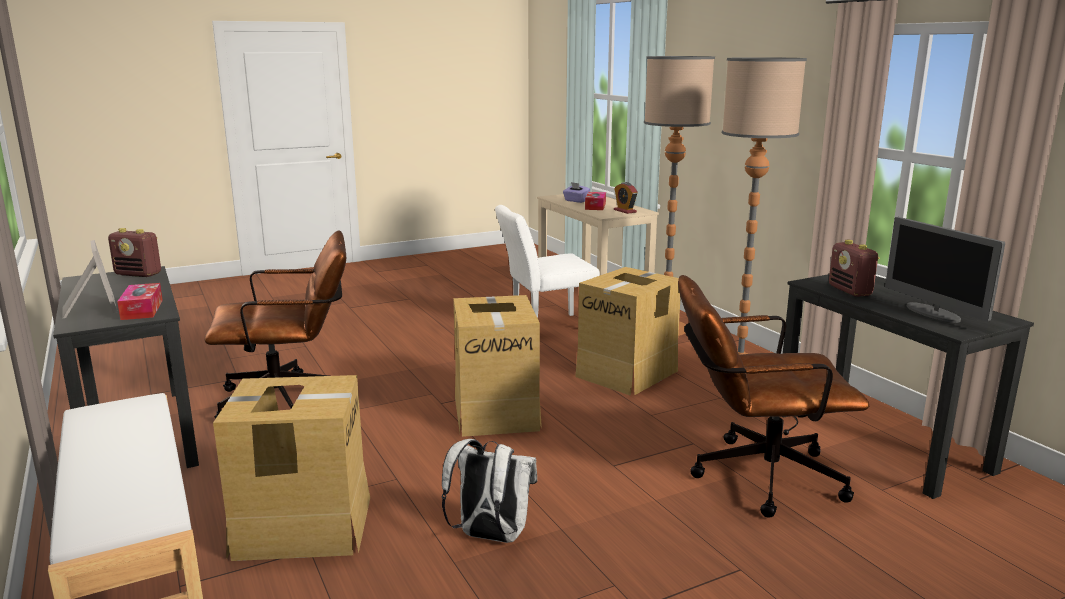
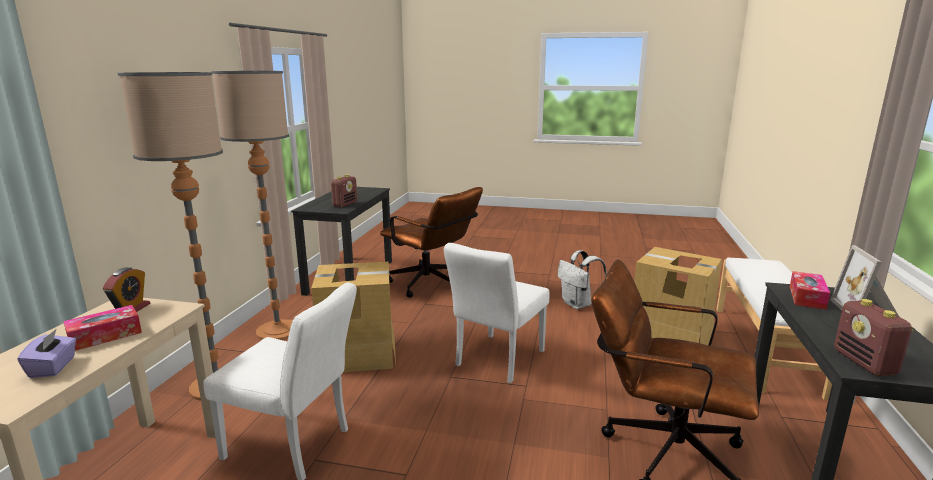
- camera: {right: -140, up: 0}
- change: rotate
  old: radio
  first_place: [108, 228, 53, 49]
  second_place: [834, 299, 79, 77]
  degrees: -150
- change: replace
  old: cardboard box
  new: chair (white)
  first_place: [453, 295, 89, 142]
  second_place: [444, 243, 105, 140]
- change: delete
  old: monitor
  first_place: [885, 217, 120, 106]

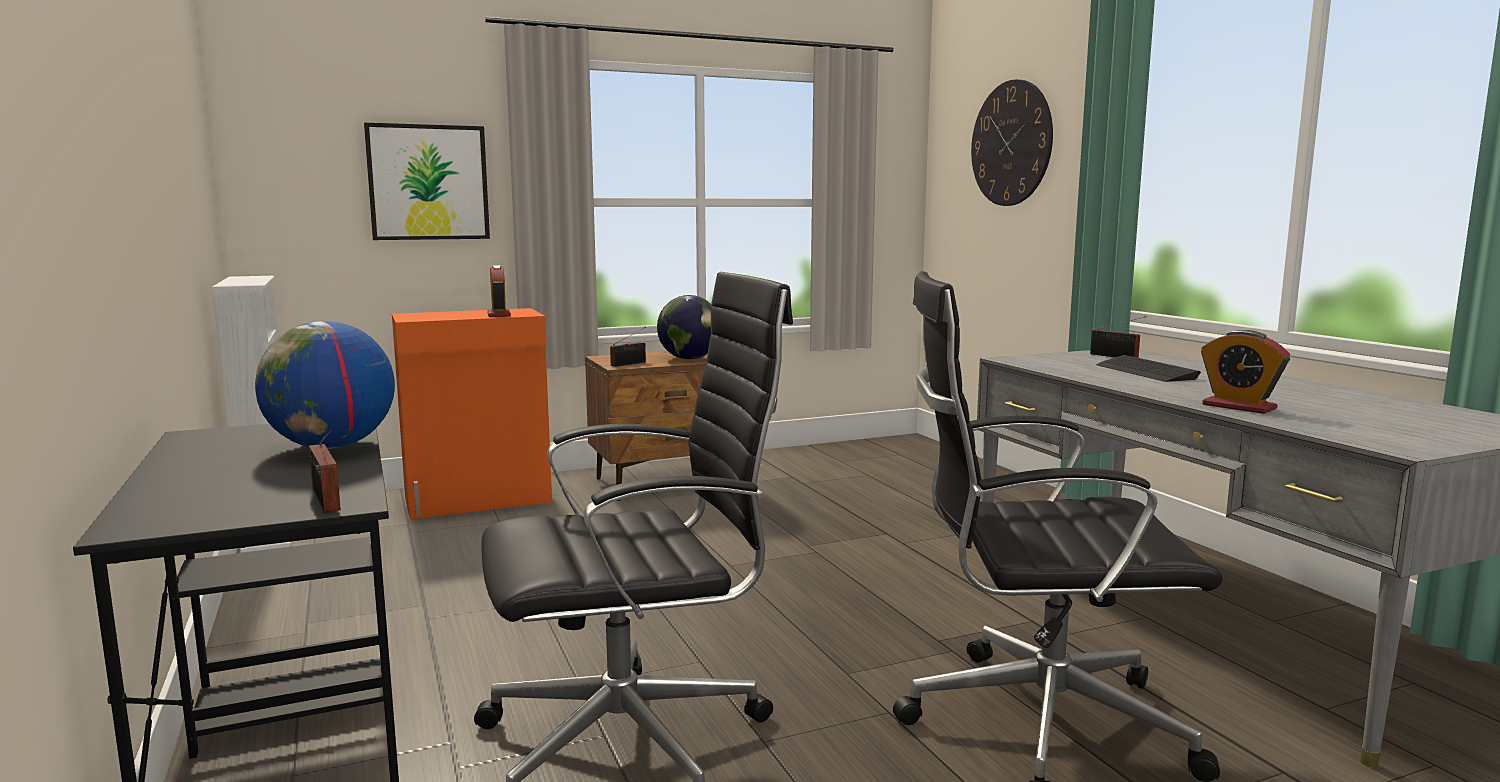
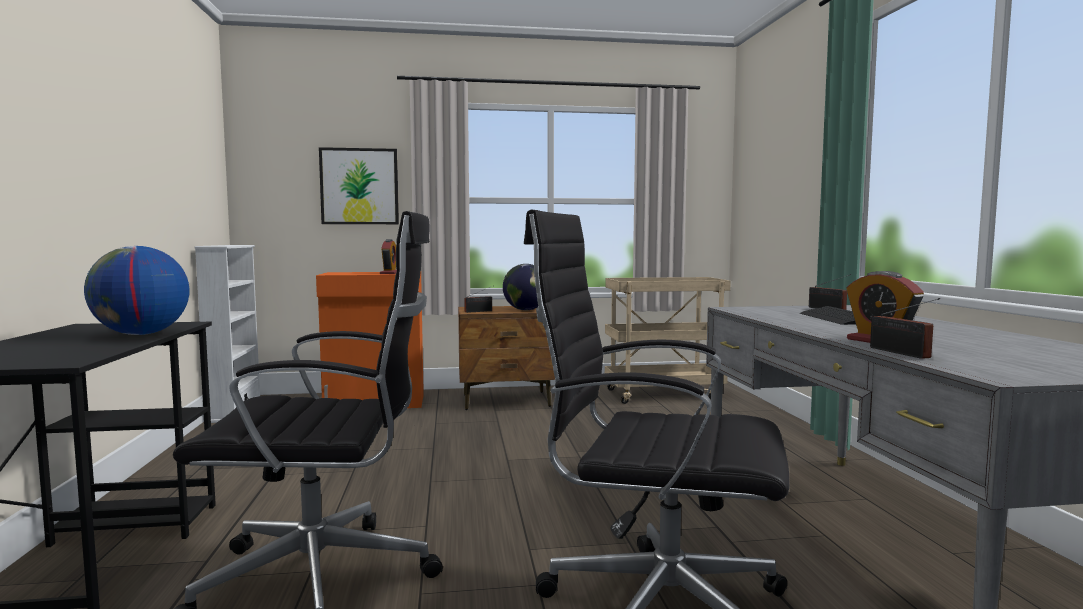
- camera: {right: 15, up: -5}
- change: move
  old: radio
  first_place: [309, 430, 32, 83]
  second_place: [870, 298, 70, 61]
- change: delete
  old: wall clock
  first_place: [971, 79, 82, 127]
- change: insert
  new: cart (beige)
  second_place: [605, 277, 126, 127]

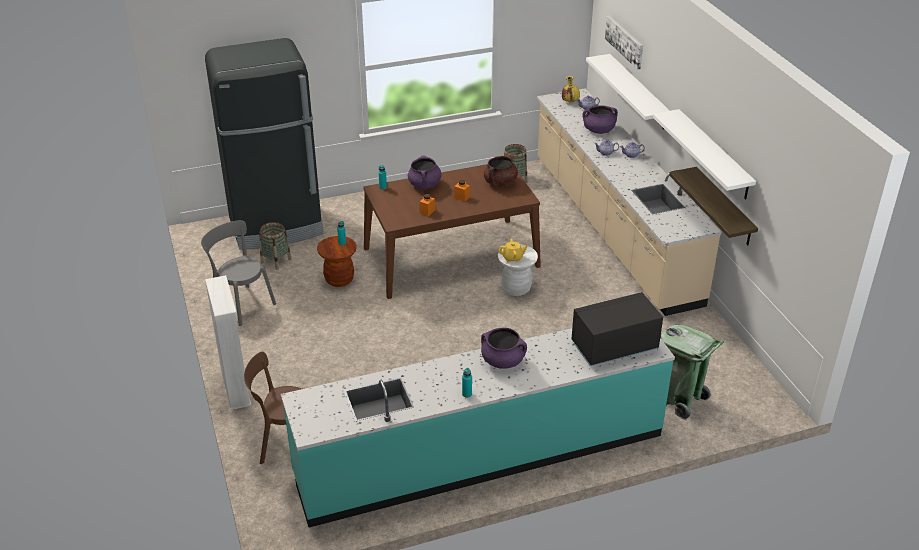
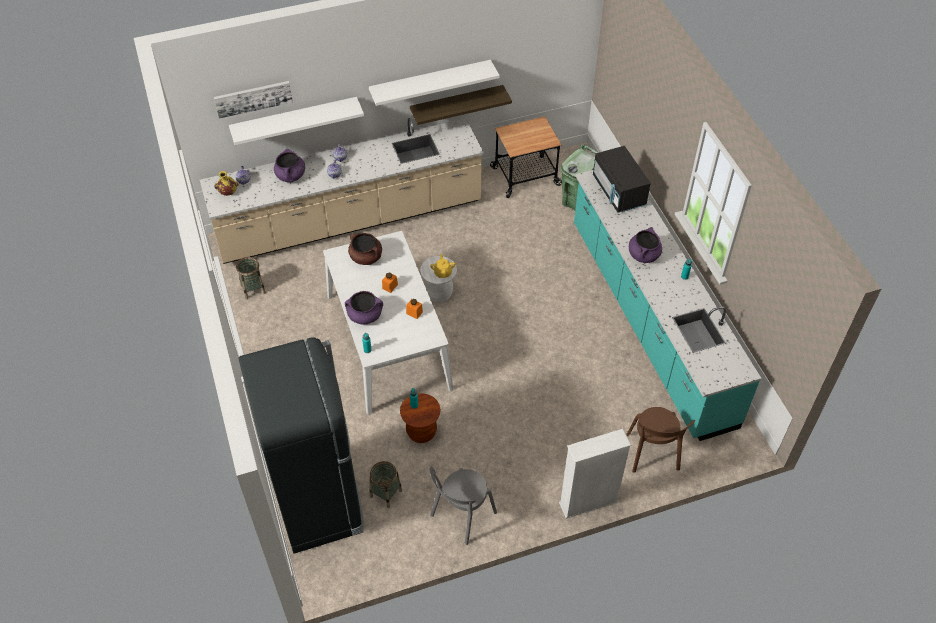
- camera: {right: -90, up: 15}
- change: recolor
  old: dining table (brown)
  new: dining table (white)
  first_place: [363, 164, 178, 135]
  second_place: [323, 231, 130, 184]
- change: insert
  new: cart
  second_place: [490, 116, 72, 82]

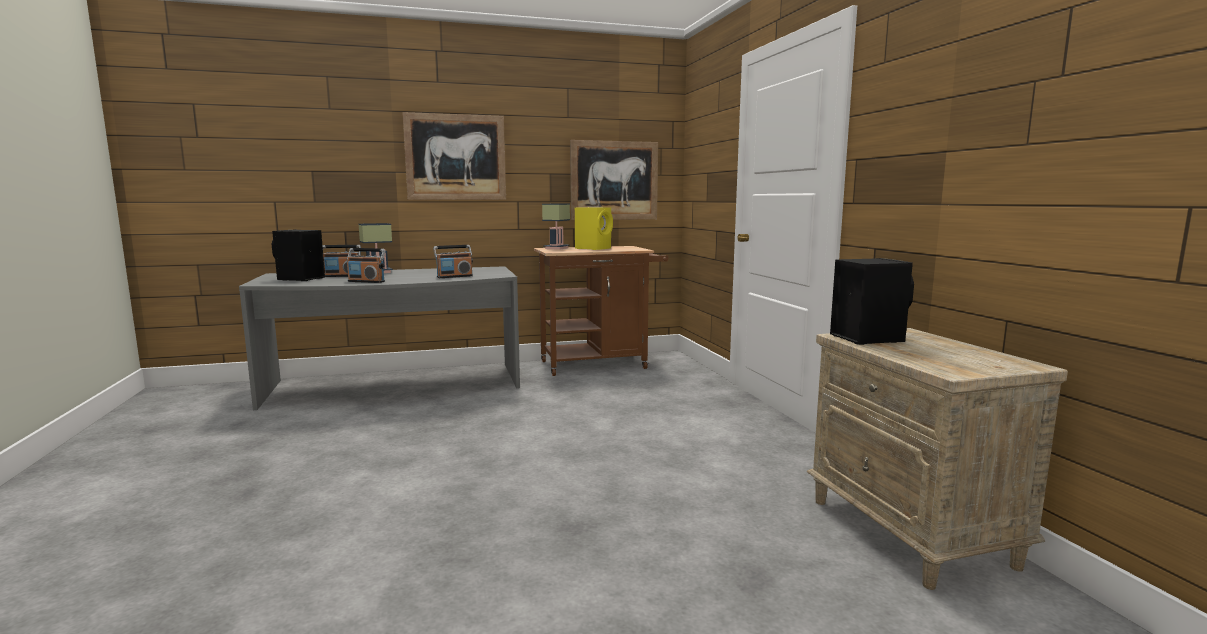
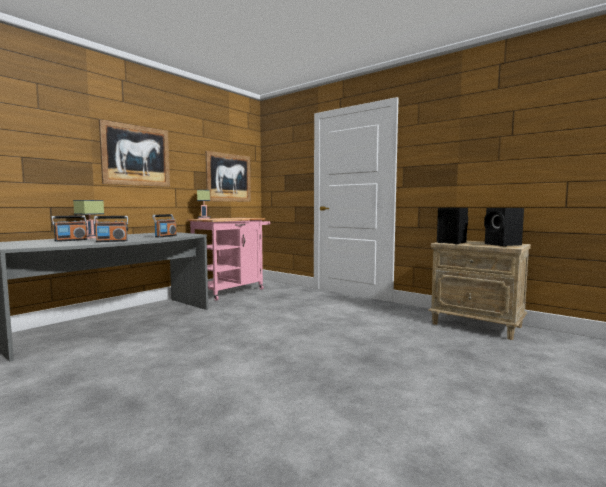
- camera: {right: -35, up: -5}
- change: move
  old: speaker (black)
  first_place: [272, 230, 53, 51]
  second_place: [484, 208, 40, 38]
- change: recolor
  old: cart (brown)
  new: cart (pink)
  first_place: [534, 246, 134, 130]
  second_place: [187, 217, 84, 83]
- change: delete
  old: speaker (yellow)
  first_place: [575, 207, 38, 43]

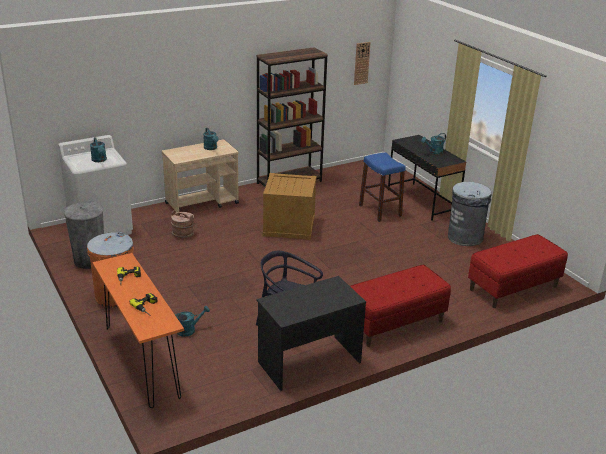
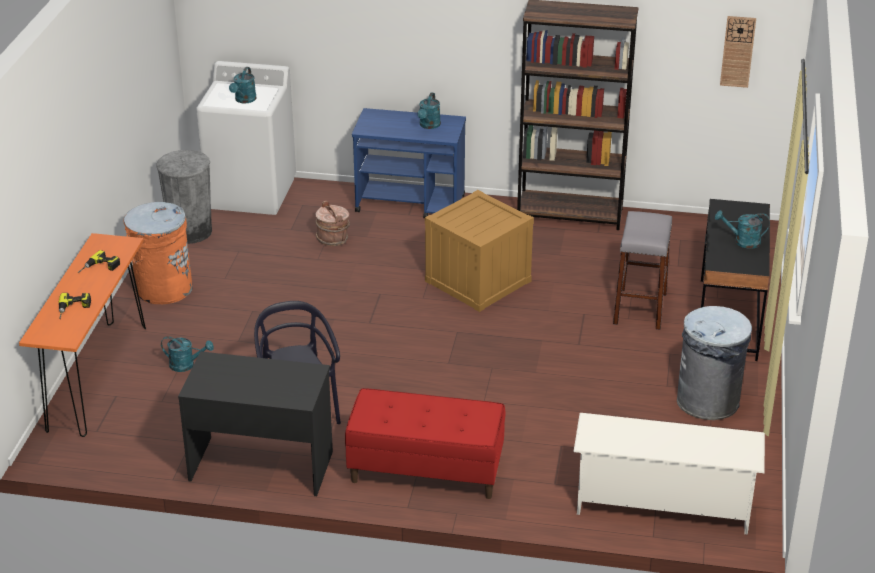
- camera: {right: 40, up: 5}
- change: recolor
  old: cart (beige)
  new: cart (blue)
  first_place: [162, 139, 77, 73]
  second_place: [352, 108, 114, 111]
- change: recolor
  old: stool (blue)
  new: stool (grey)
  first_place: [359, 152, 47, 70]
  second_place: [613, 211, 59, 119]
- change: replace
  old: bench (red)
  new: shoe rack (white)
  first_place: [468, 234, 100, 74]
  second_place: [573, 413, 192, 122]

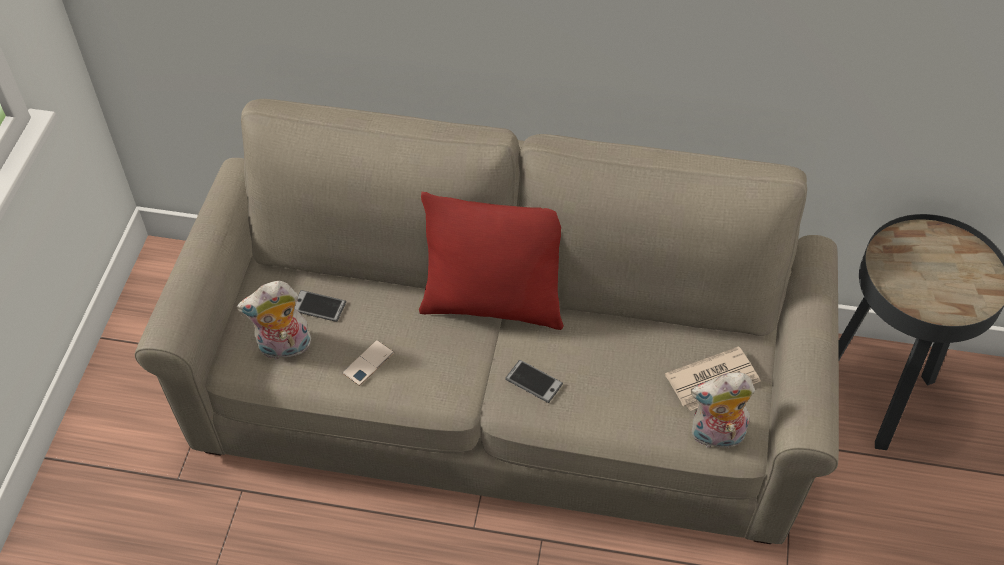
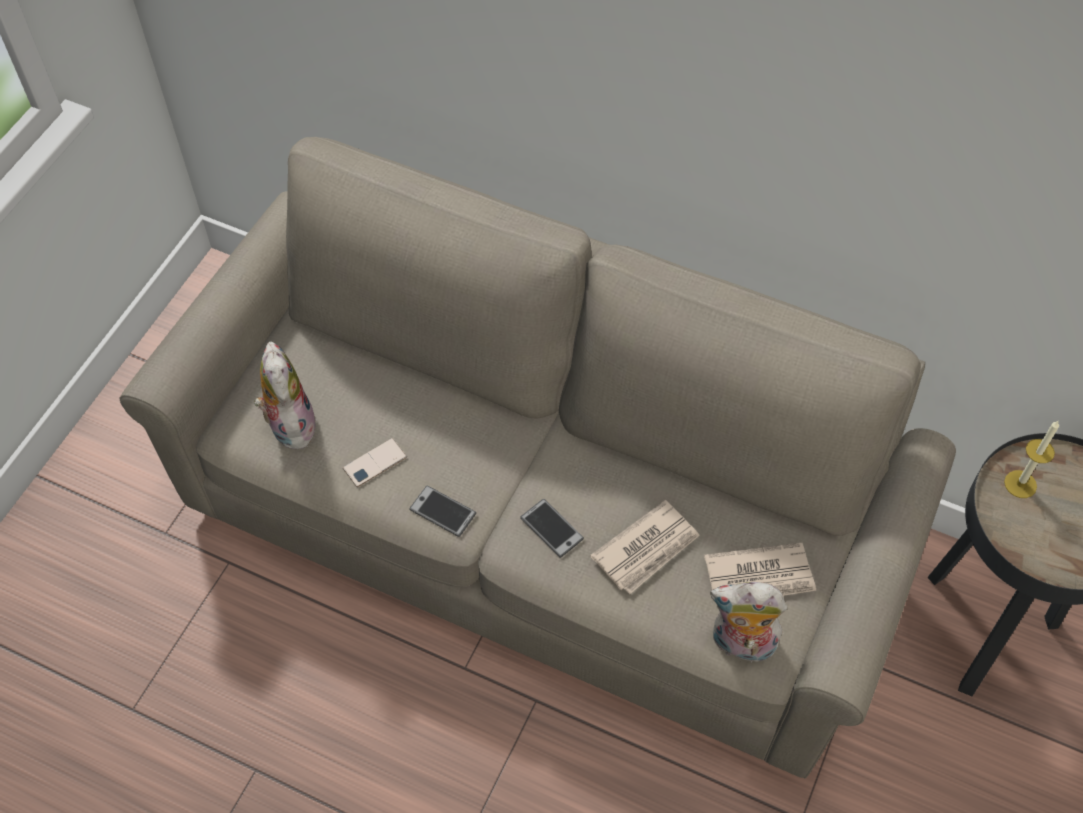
- camera: {right: 15, up: 5}
- change: rotate
  old: plush toy
  first_place: [237, 281, 74, 79]
  second_place: [254, 341, 65, 108]
  degrees: 75
- change: move
  old: phone
  first_place: [295, 290, 51, 32]
  second_place: [409, 485, 67, 52]
- change: delete
  old: pillow (red)
  first_place: [419, 192, 145, 138]
- change: insert
  new: newspaper
  second_place: [590, 500, 110, 94]
- change: insert
  new: candle
  second_place: [1004, 421, 55, 77]

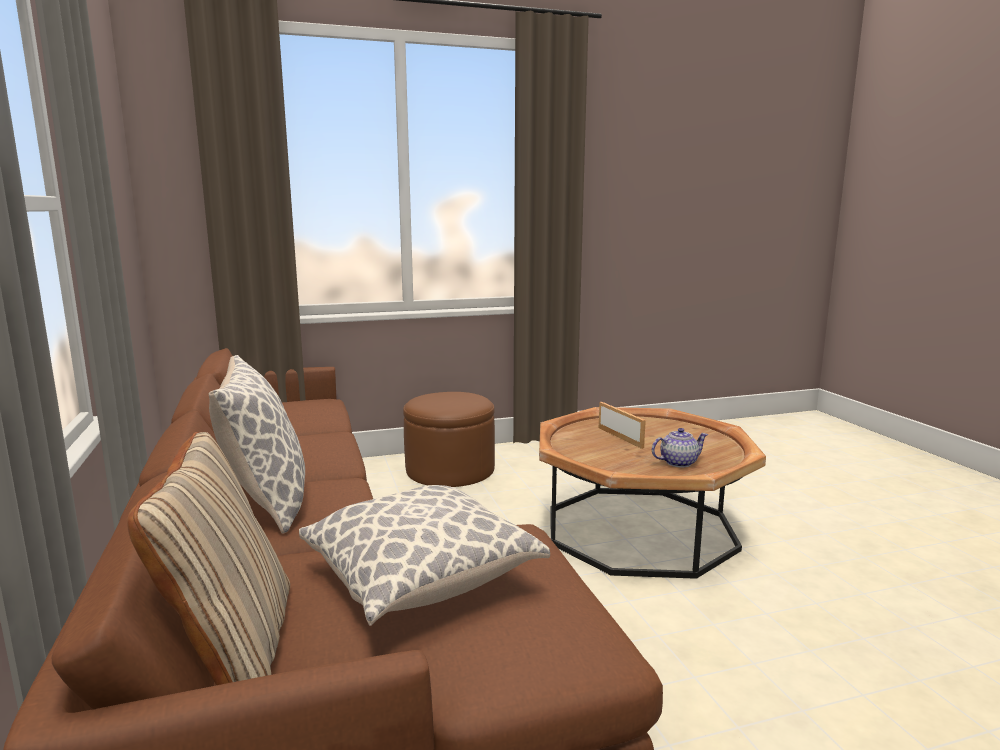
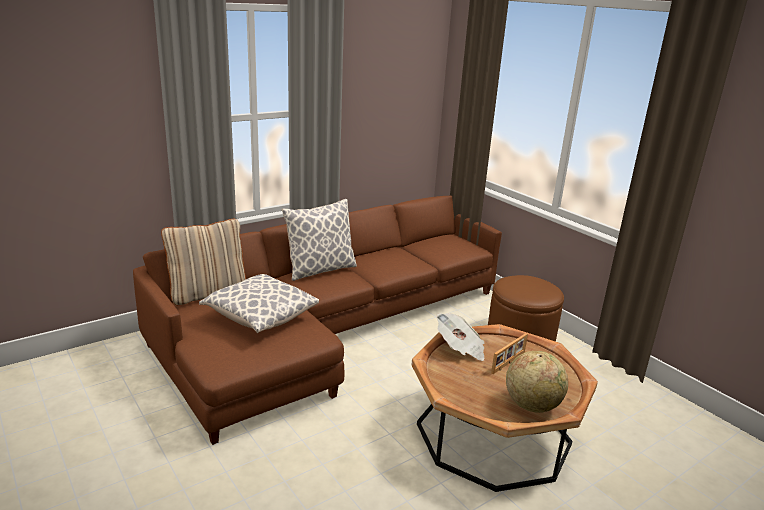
- camera: {right: 70, up: 10}
- change: delete
  old: teapot
  first_place: [652, 428, 56, 39]
- change: insert
  new: newspaper
  second_place: [436, 313, 49, 48]
- change: insert
  new: globe
  second_place: [506, 351, 62, 62]

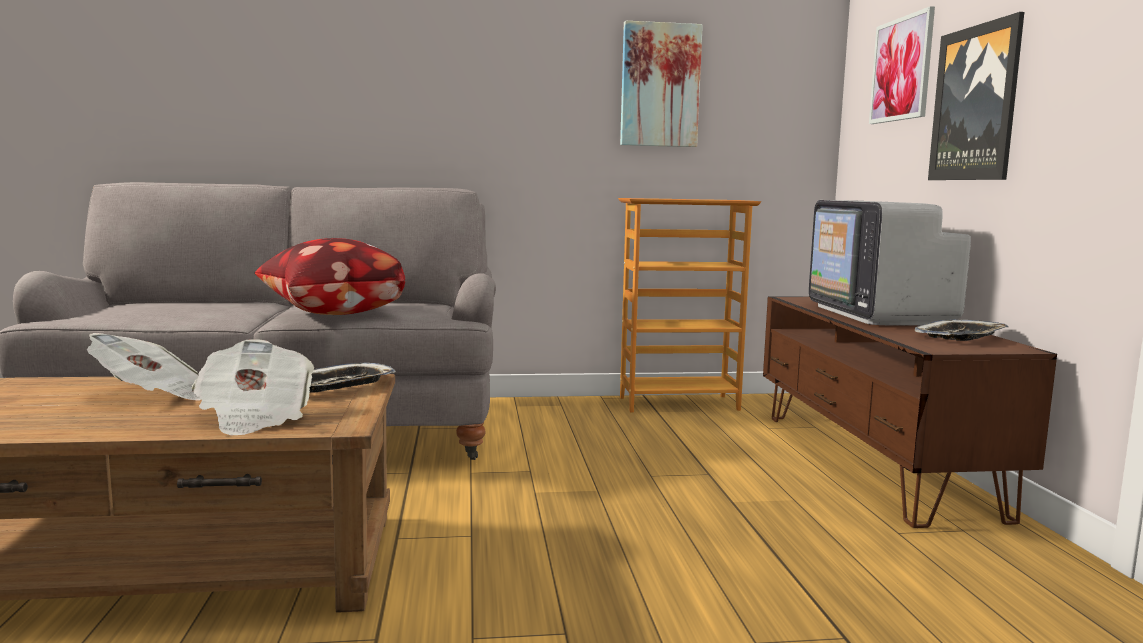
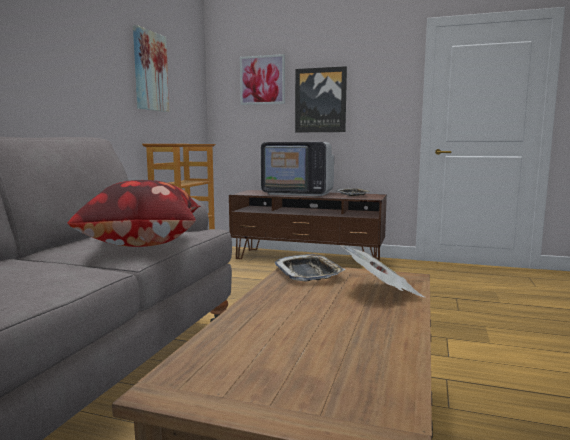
- camera: {right: -65, up: 0}
- change: delete
  old: newspaper
  first_place: [87, 333, 114, 68]

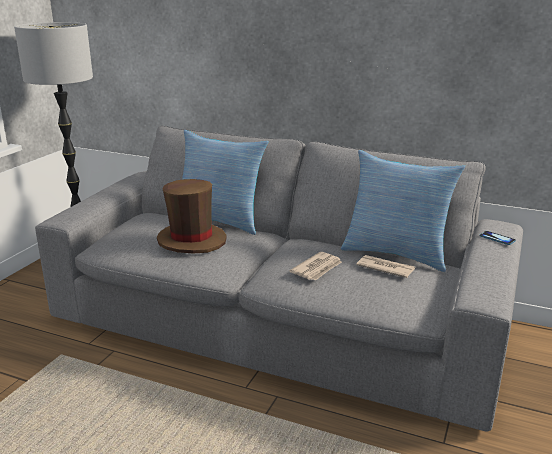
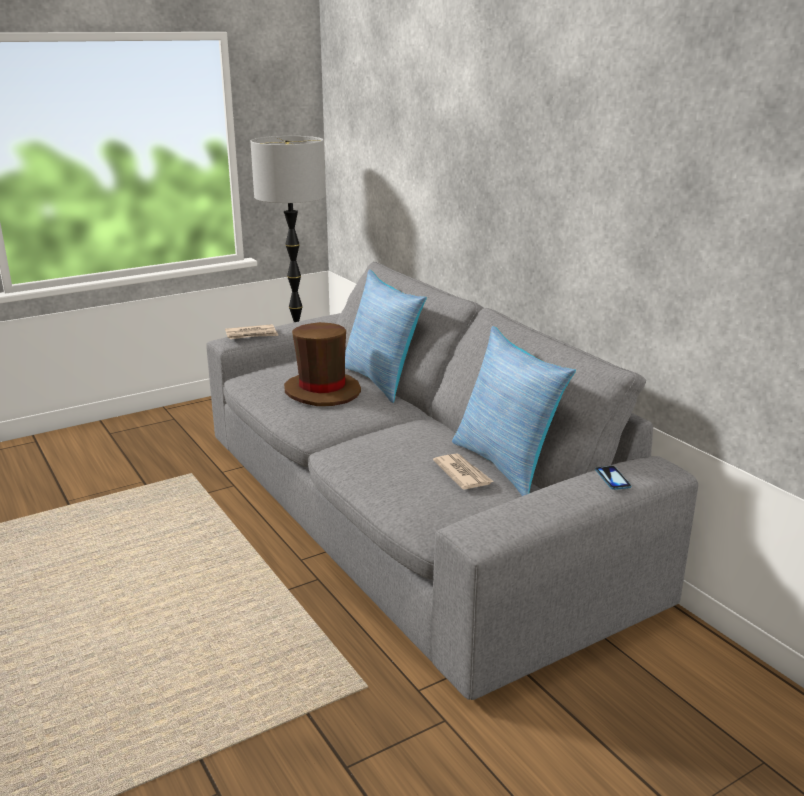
- camera: {right: 35, up: 0}
- change: move
  old: newspaper
  first_place: [290, 252, 52, 29]
  second_place: [225, 324, 53, 15]

